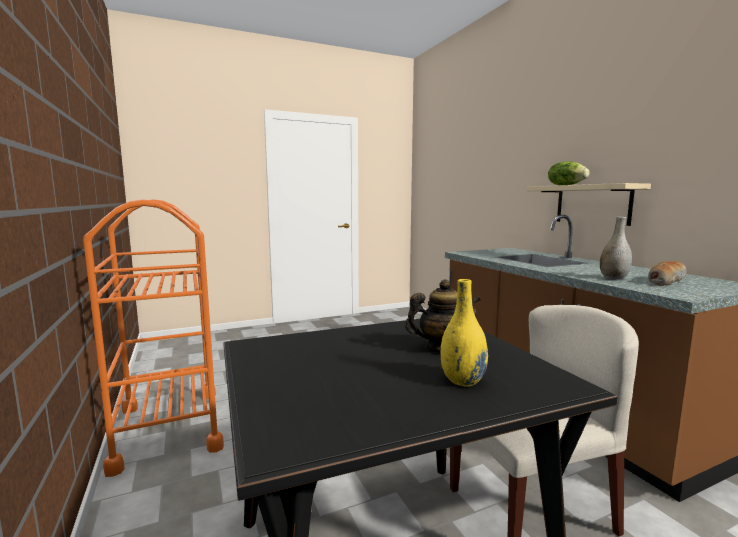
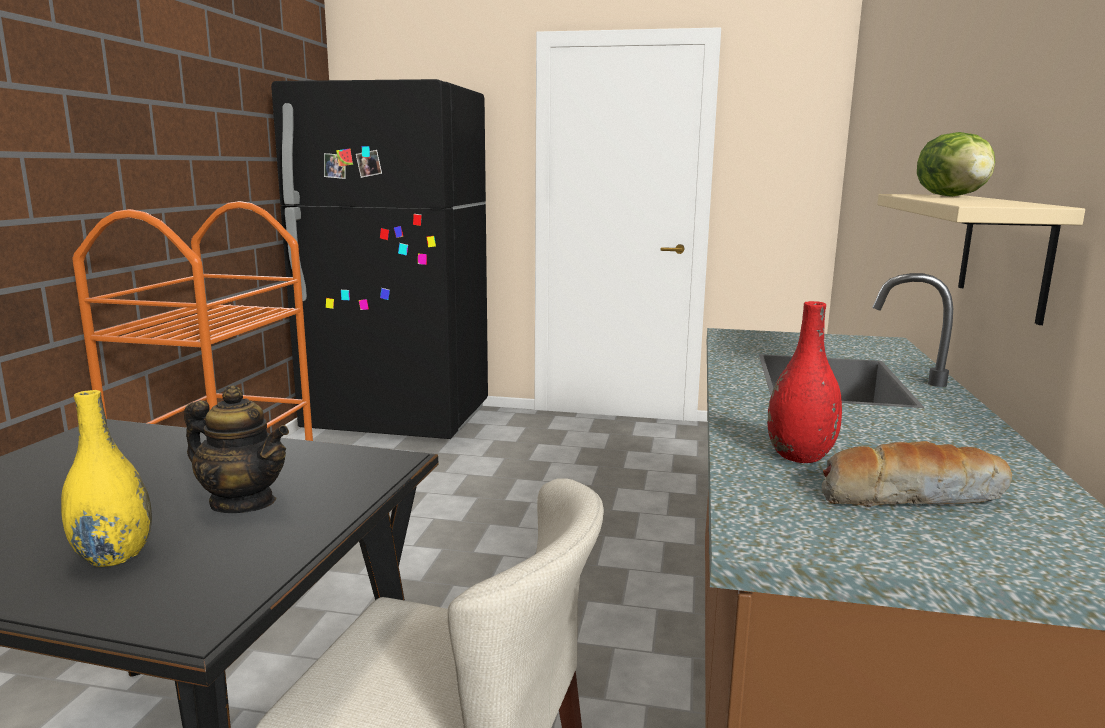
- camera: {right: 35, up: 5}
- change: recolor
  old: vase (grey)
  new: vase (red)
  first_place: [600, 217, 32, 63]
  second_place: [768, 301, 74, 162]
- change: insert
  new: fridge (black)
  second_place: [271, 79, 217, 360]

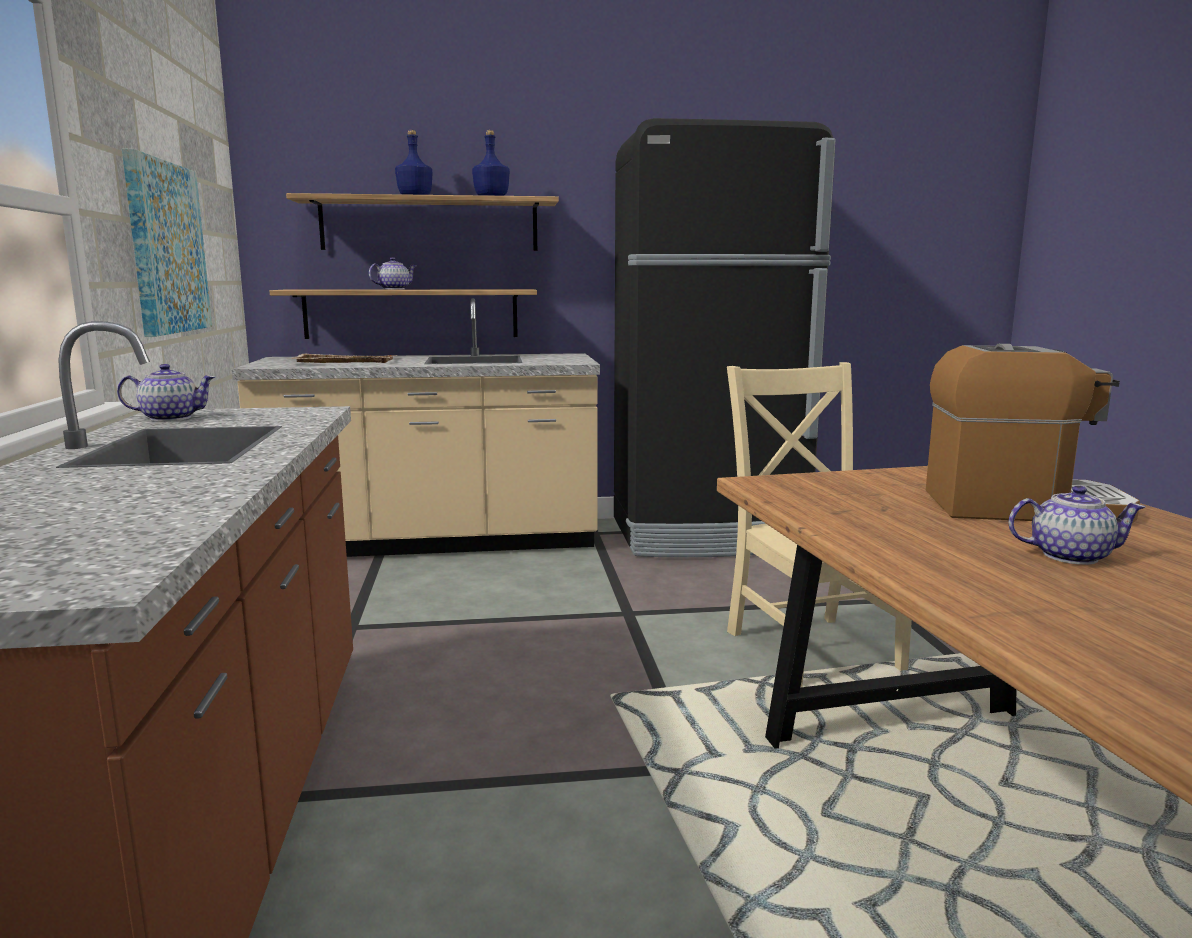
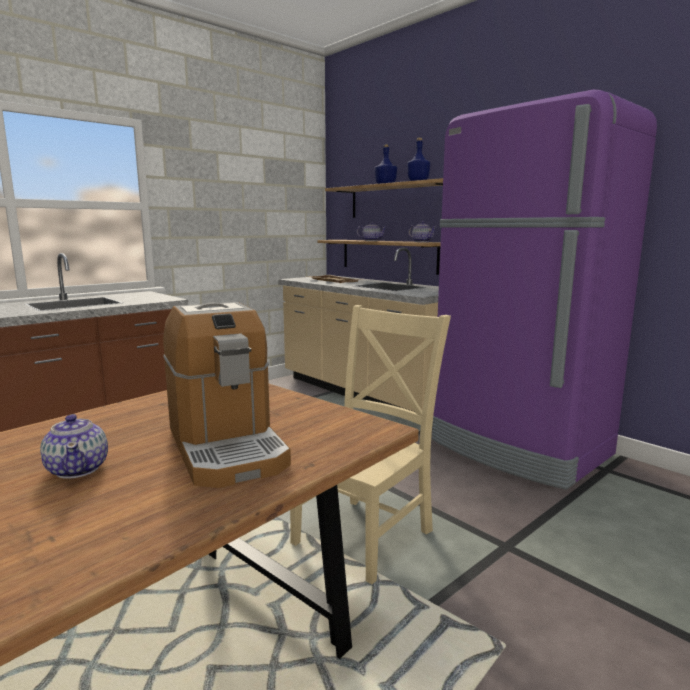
- camera: {right: 55, up: 0}
- change: move
  old: teapot
  first_place: [117, 364, 98, 57]
  second_place: [408, 221, 29, 21]
- change: delete
  old: picture
  first_place: [122, 149, 90, 188]
- change: recolor
  old: fridge (black)
  new: fridge (purple)
  first_place: [614, 118, 221, 439]
  second_place: [432, 90, 225, 400]

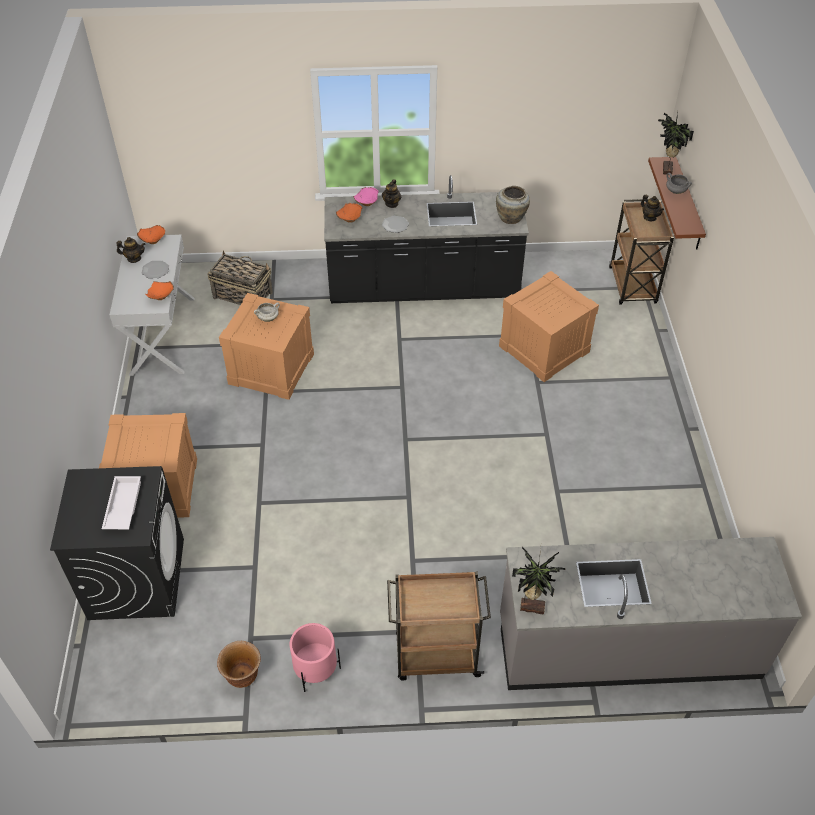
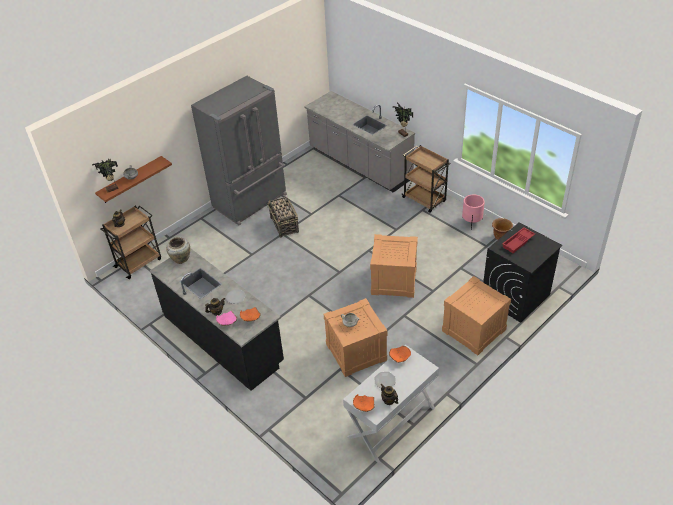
- camera: {right: -130, up: -5}
- change: recolor
  old: tray (white)
  new: tray (red)
  first_place: [102, 476, 39, 53]
  second_place: [502, 227, 33, 26]
- change: move
  old: basket
  first_place: [207, 251, 66, 54]
  second_place: [268, 197, 31, 41]
- change: move
  old: crate
  first_place: [499, 271, 100, 111]
  second_place: [370, 234, 48, 64]
- change: insert
  new: fridge (grey)
  second_place: [191, 76, 96, 149]

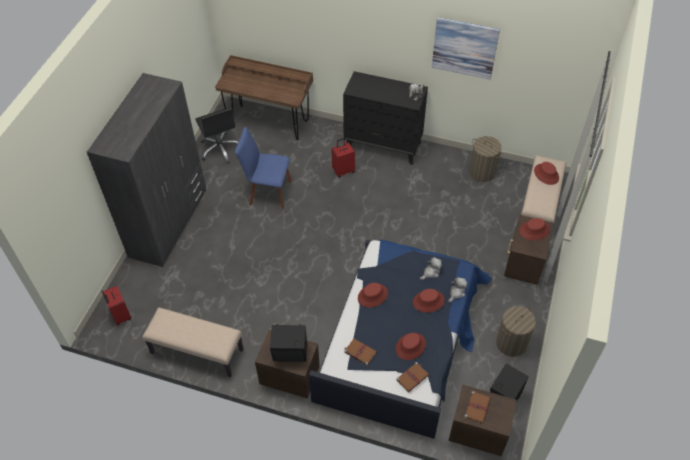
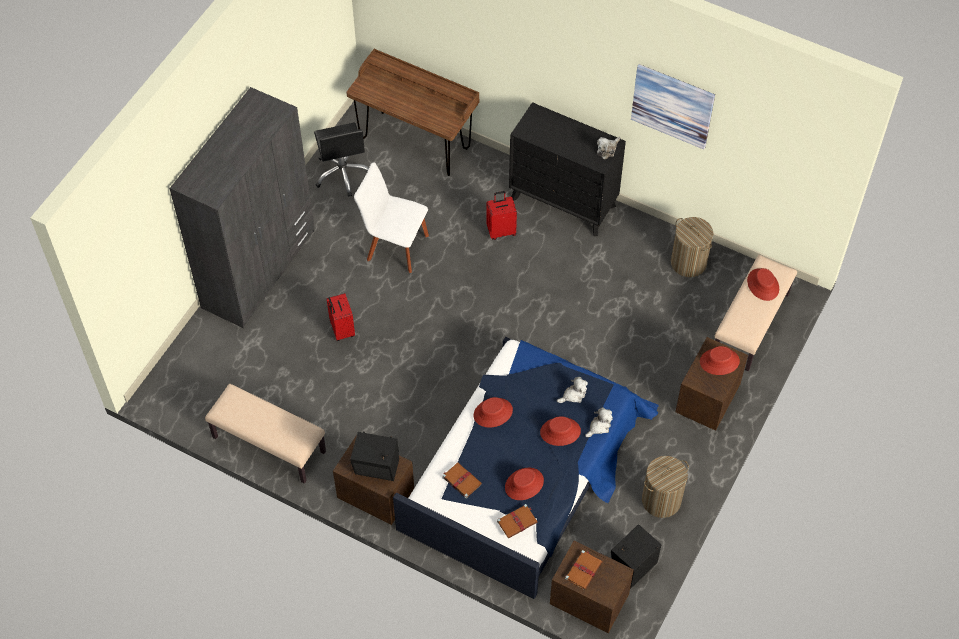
- camera: {right: 10, up: 5}
- change: move
  old: suitcase (red)
  first_place: [102, 286, 29, 39]
  second_place: [326, 293, 29, 48]
- change: recolor
  old: chair (blue)
  new: chair (white)
  first_place: [235, 127, 57, 82]
  second_place: [354, 162, 75, 111]

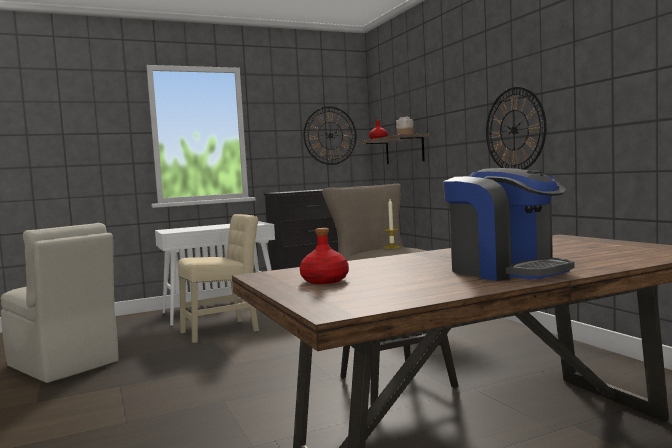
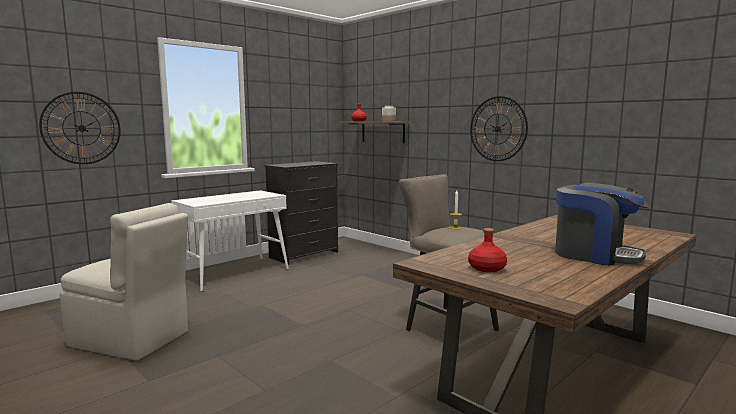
- camera: {right: -20, up: 5}
- change: delete
  old: chair (beige)
  first_place: [178, 214, 81, 129]
- change: move
  old: wall clock
  first_place: [303, 106, 53, 59]
  second_place: [39, 92, 82, 72]

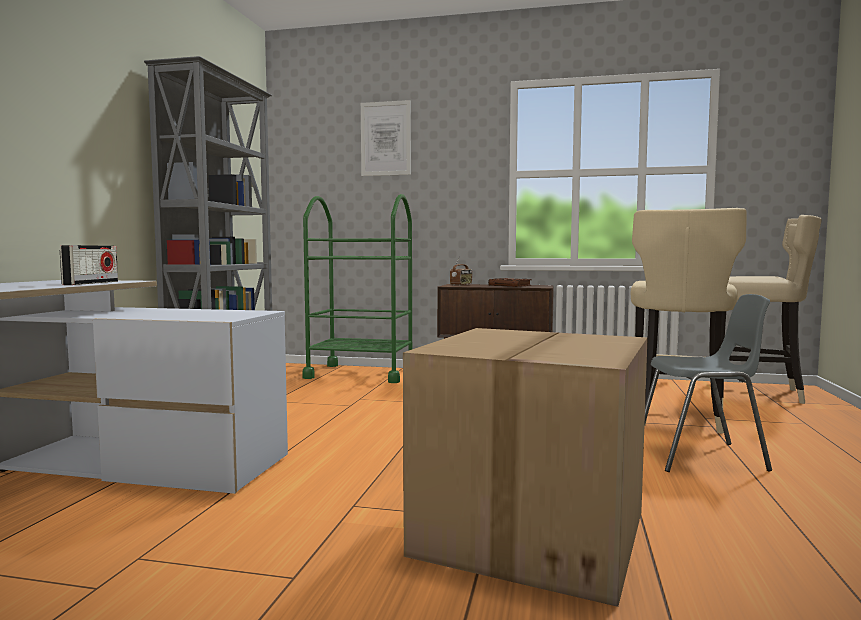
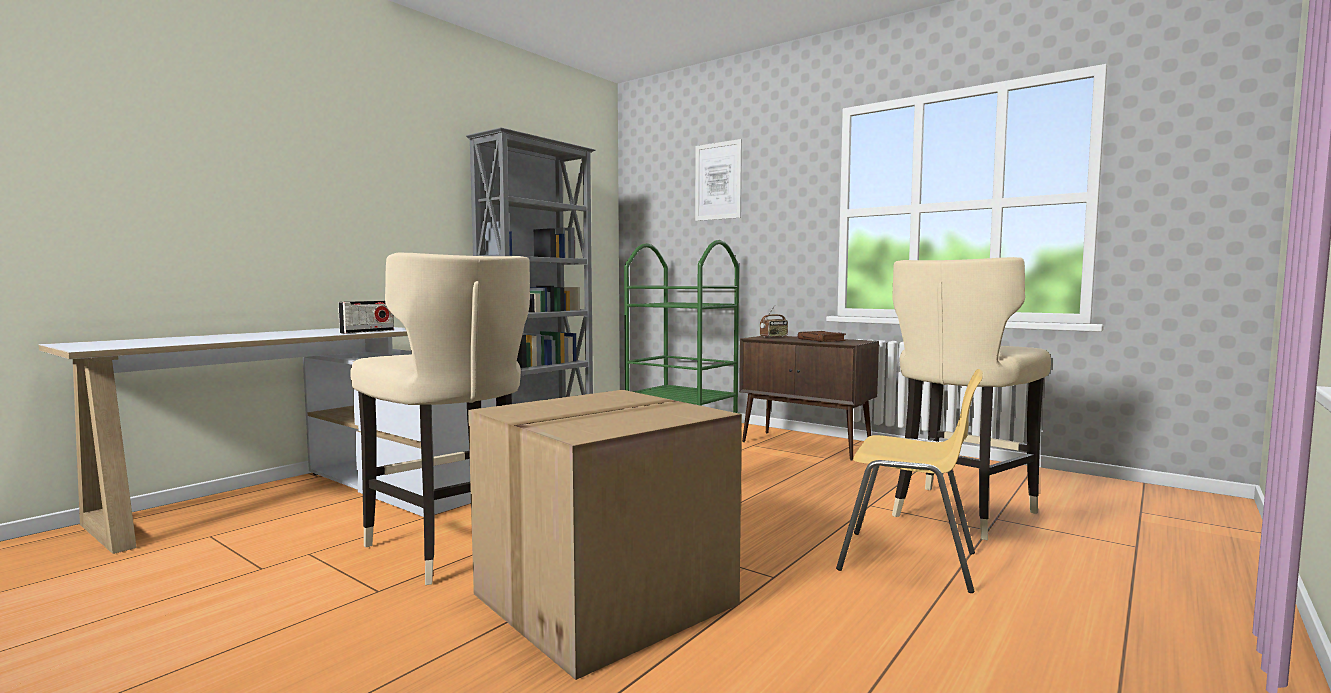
- camera: {right: 25, up: 0}
- change: recolor
  old: chair (grey)
  new: chair (yellow)
  first_place: [644, 294, 128, 178]
  second_place: [836, 369, 147, 224]
- change: move
  old: stool (beige)
  first_place: [728, 215, 94, 189]
  second_place: [350, 253, 180, 332]

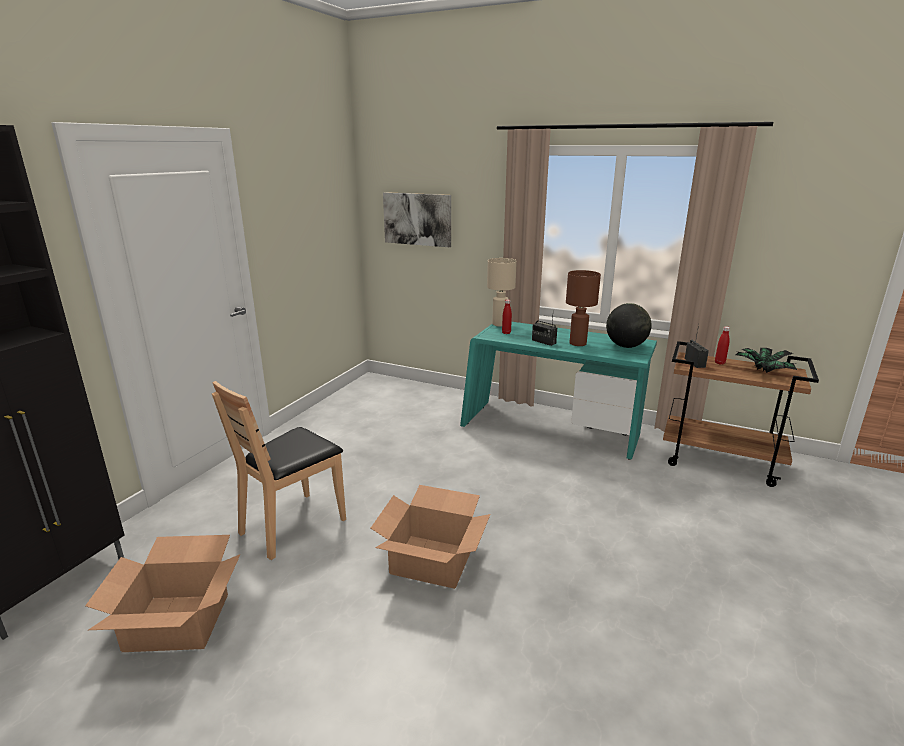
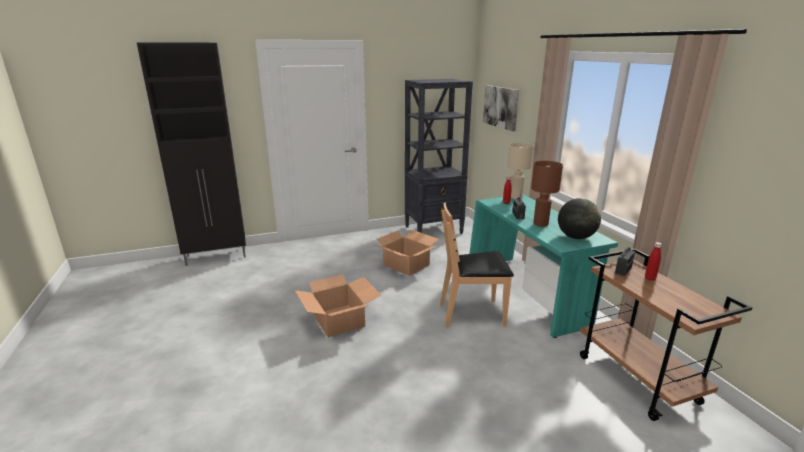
- camera: {right: 45, up: 0}
- change: move
  old: cardboard box
  first_place: [85, 535, 156, 117]
  second_place: [375, 230, 64, 46]
- change: move
  old: chair (brown)
  first_place: [212, 381, 134, 179]
  second_place: [440, 203, 74, 124]
- change: delete
  old: potted plant
  first_place: [735, 348, 62, 25]
- change: insert
  new: bookcase (black)
  second_place: [405, 79, 68, 155]

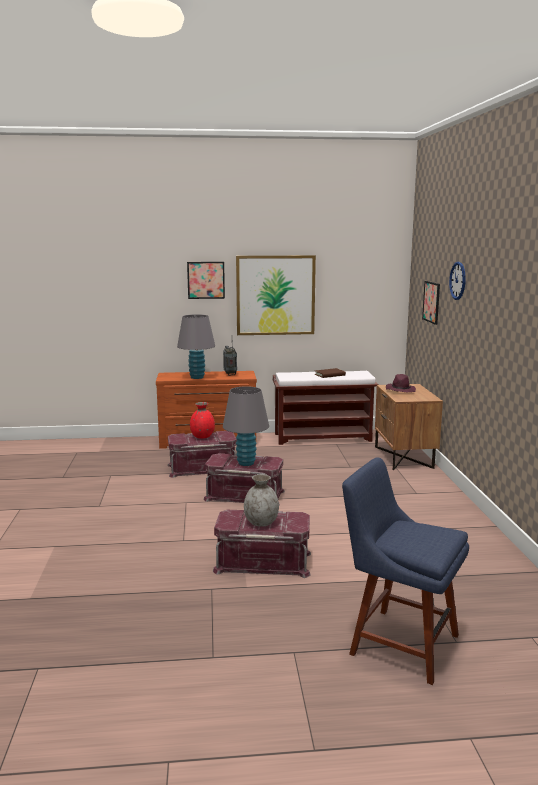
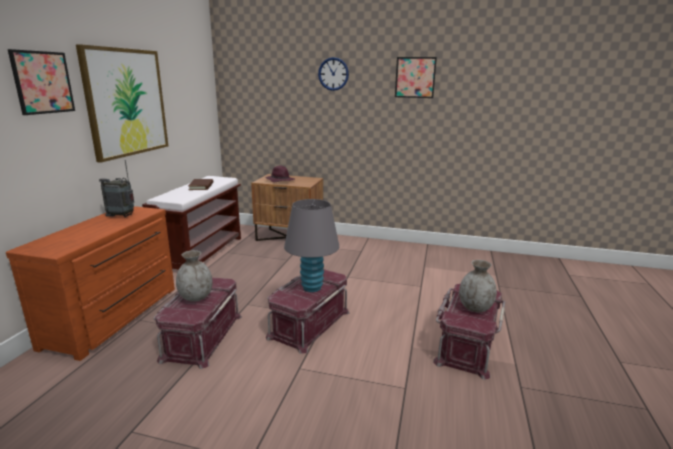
- camera: {right: -70, up: 5}
- change: delete
  old: table lamp (grey)
  first_place: [177, 314, 38, 65]
- change: recolor
  old: vase (red)
  new: vase (grey)
  first_place: [190, 402, 25, 37]
  second_place: [176, 250, 37, 52]
- change: delete
  old: chair (blue)
  first_place: [342, 457, 127, 228]
- change: move
  old: picture
  first_place: [422, 281, 18, 44]
  second_place: [395, 57, 42, 41]

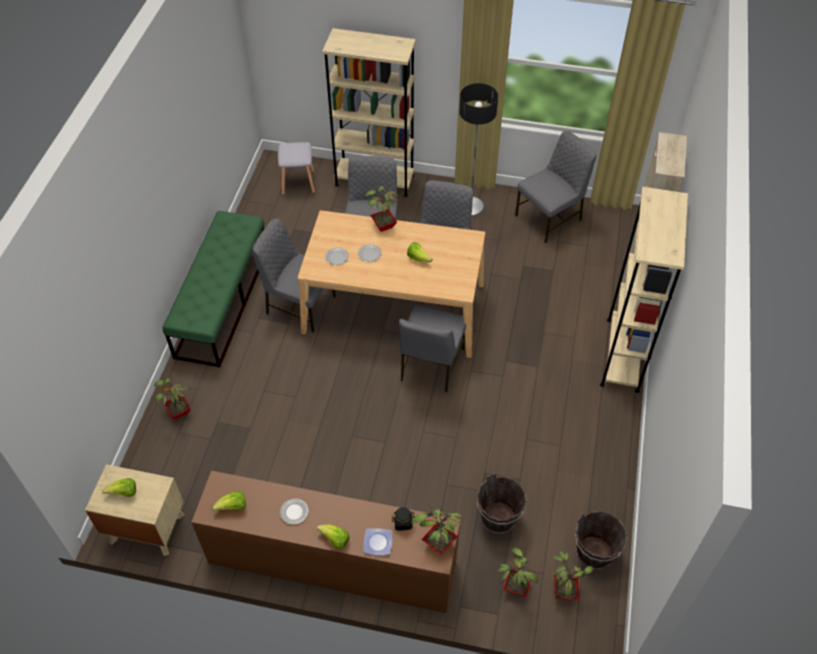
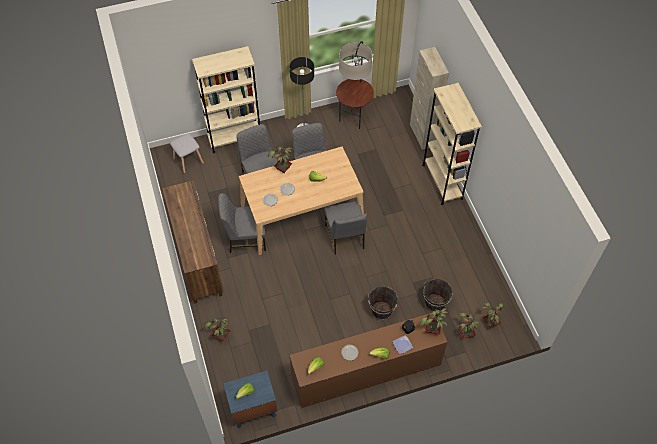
- camera: {right: -30, up: 5}
- change: recolor
  old: nightstand (beige)
  new: nightstand (blue)
  first_place: [85, 464, 100, 92]
  second_place: [223, 371, 55, 57]
- change: replace
  old: bench (green)
  new: dresser (brown)
  first_place: [162, 211, 103, 156]
  second_place: [162, 180, 62, 123]
- change: replace
  old: chair (grey)
  new: floor lamp
  first_place: [515, 131, 82, 112]
  second_place: [336, 41, 38, 88]
- change: move
  old: bucket (brown)
  first_place: [575, 511, 53, 59]
  second_place: [368, 286, 31, 34]

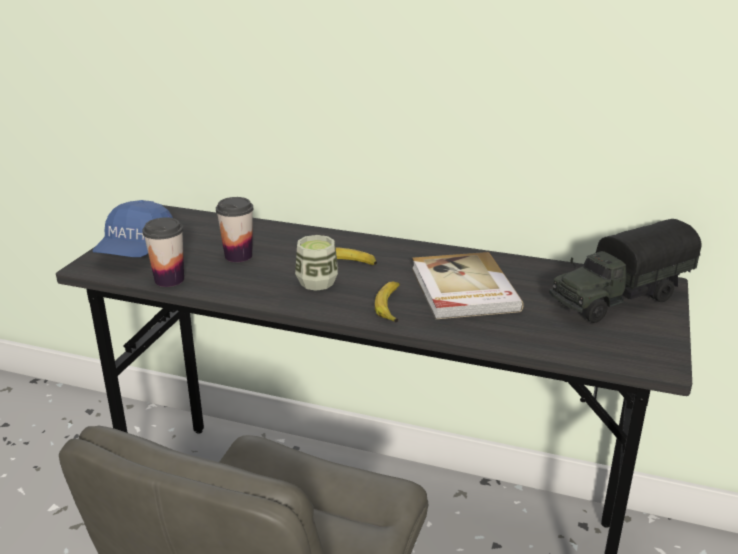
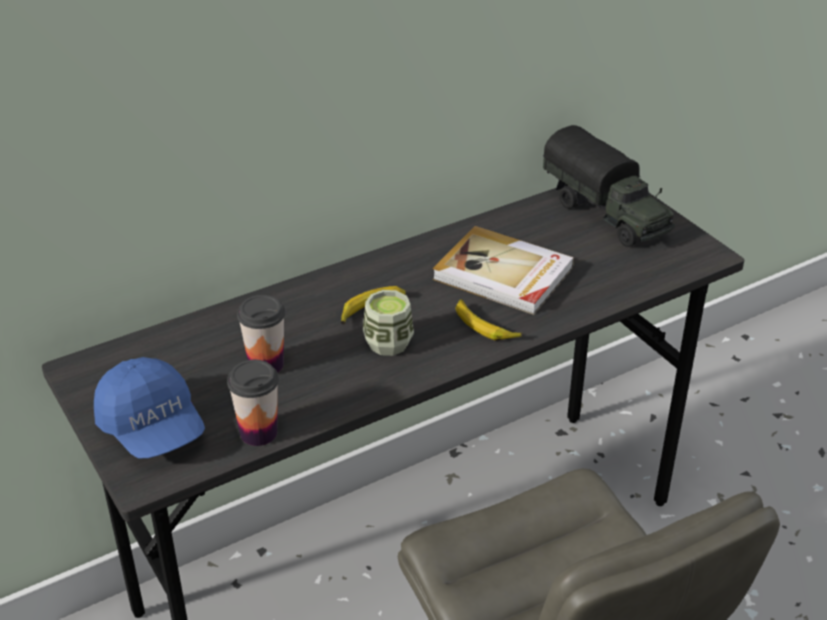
- camera: {right: -50, up: 10}
- change: rotate
  old: toy truck
  first_place: [549, 219, 152, 104]
  second_place: [543, 125, 132, 122]
  degrees: -45

